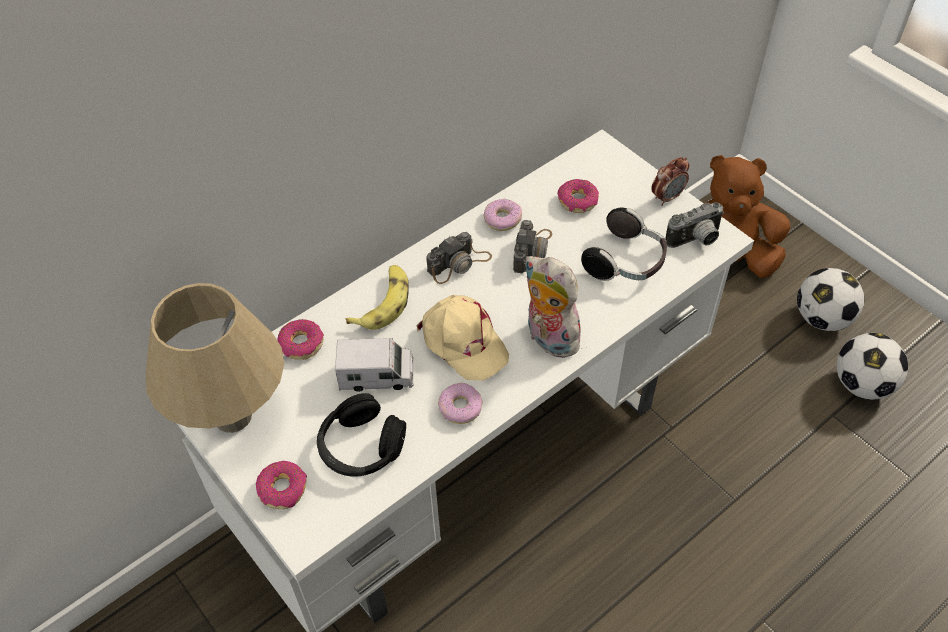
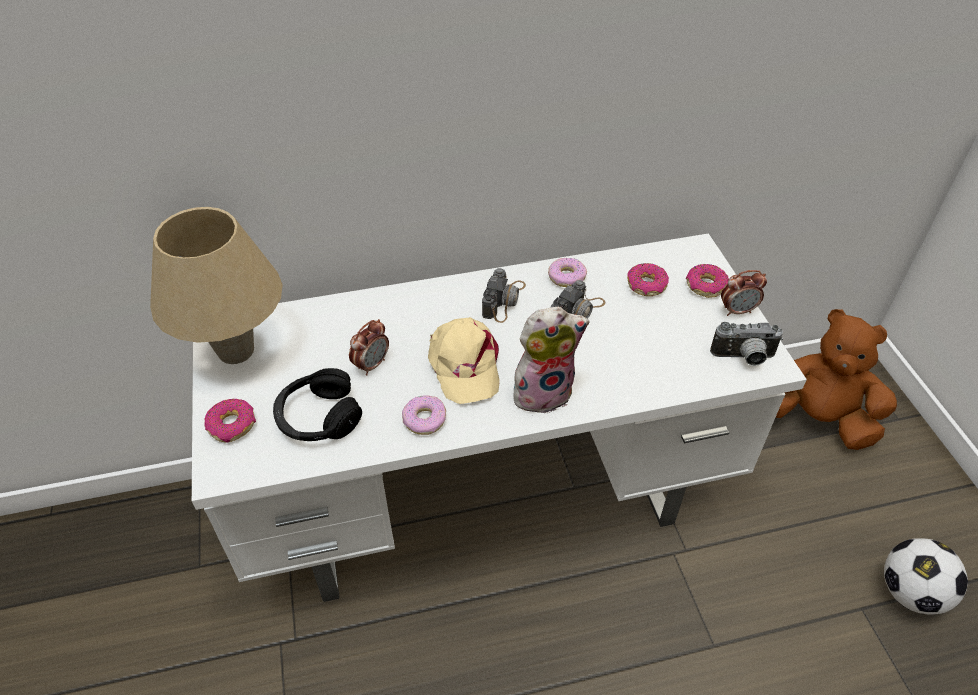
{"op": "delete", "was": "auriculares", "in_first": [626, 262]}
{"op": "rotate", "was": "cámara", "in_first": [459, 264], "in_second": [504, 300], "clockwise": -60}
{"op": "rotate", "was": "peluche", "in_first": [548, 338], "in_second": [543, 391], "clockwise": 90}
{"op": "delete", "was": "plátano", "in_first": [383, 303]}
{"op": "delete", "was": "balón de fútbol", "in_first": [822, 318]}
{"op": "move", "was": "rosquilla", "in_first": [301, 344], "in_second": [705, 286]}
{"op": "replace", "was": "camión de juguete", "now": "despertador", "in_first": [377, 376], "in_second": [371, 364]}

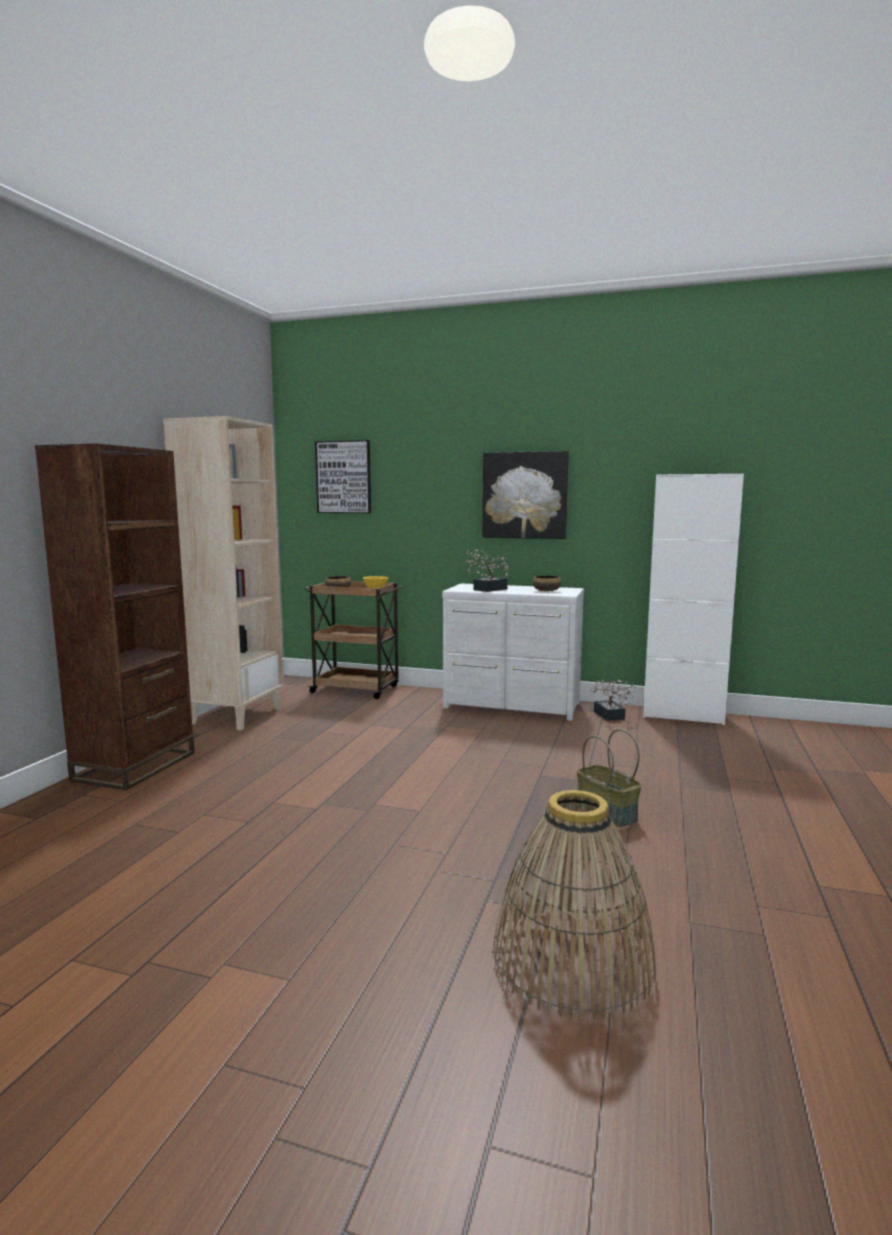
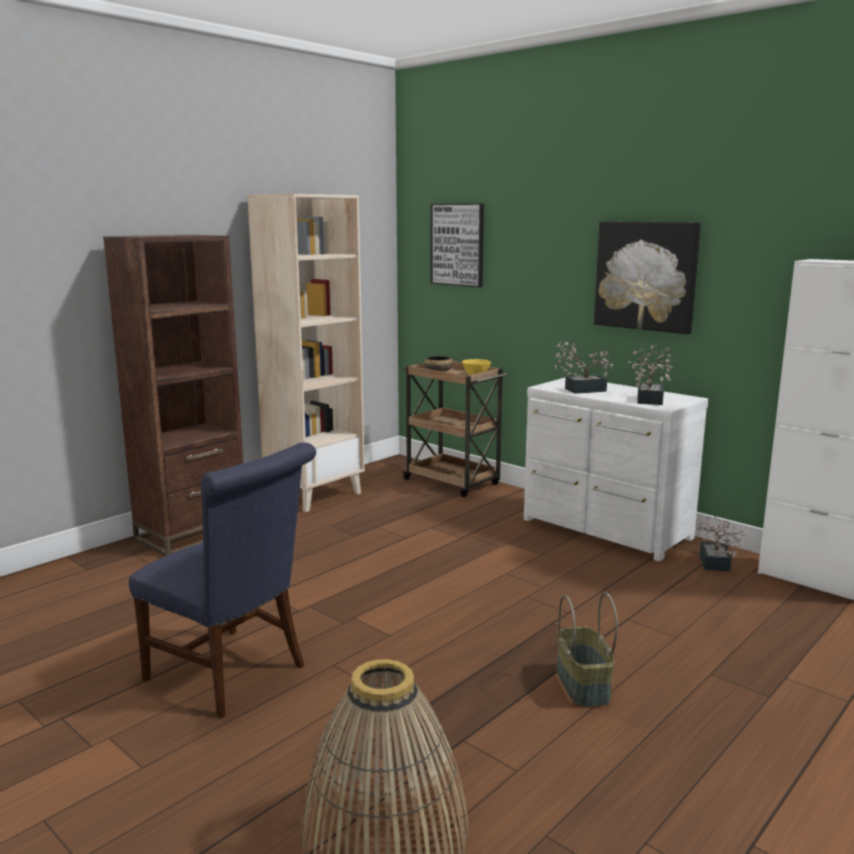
{"op": "replace", "was": "cuenco", "now": "planta en maceta", "in_first": [547, 591], "in_second": [650, 399]}
{"op": "insert", "now": "silla (azul)", "in_second": [233, 674]}

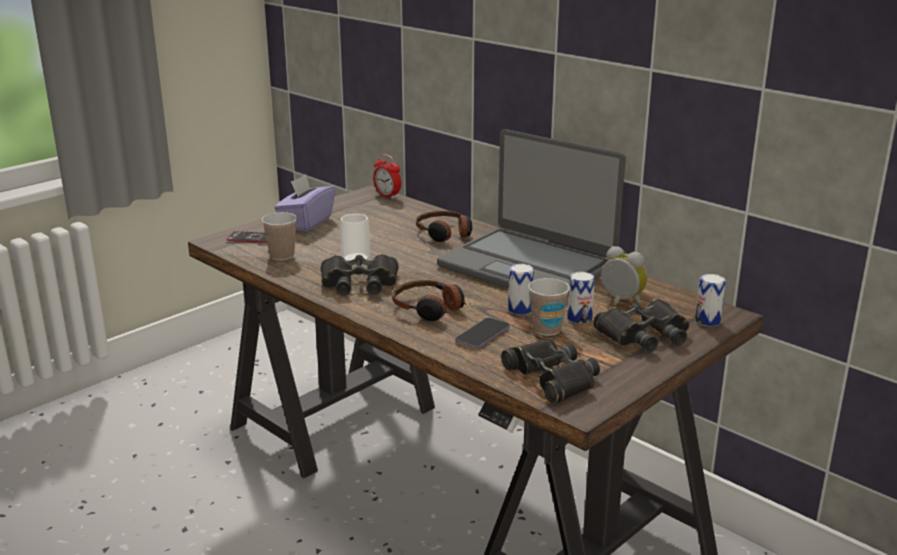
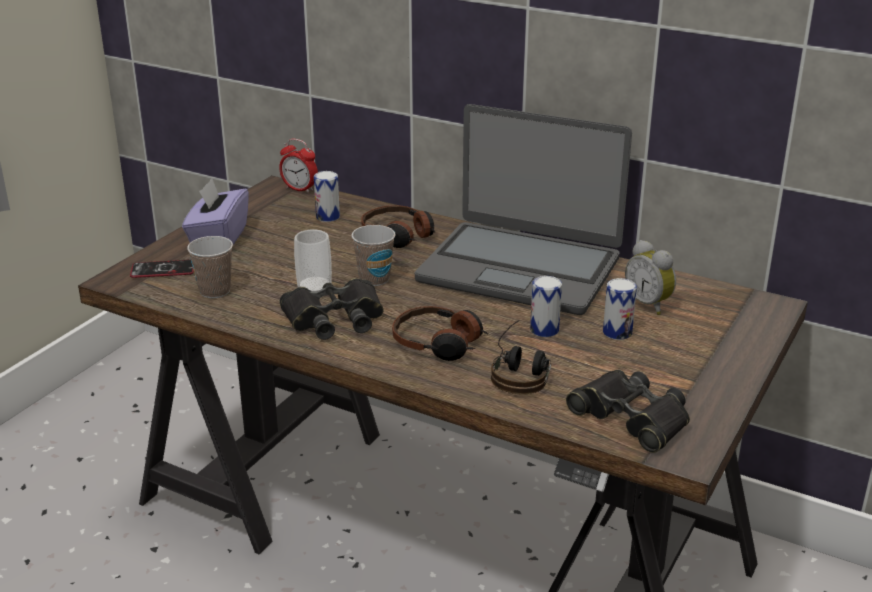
{"op": "rotate", "was": "despertador", "in_first": [620, 302], "in_second": [649, 304], "clockwise": -150}
{"op": "move", "was": "lata", "in_first": [707, 321], "in_second": [327, 216]}
{"op": "move", "was": "taza", "in_first": [546, 329], "in_second": [374, 279]}
{"op": "delete", "was": "prismáticos (negro)", "in_first": [644, 335]}
{"op": "replace", "was": "móvil", "now": "auriculares", "in_first": [482, 335], "in_second": [521, 371]}

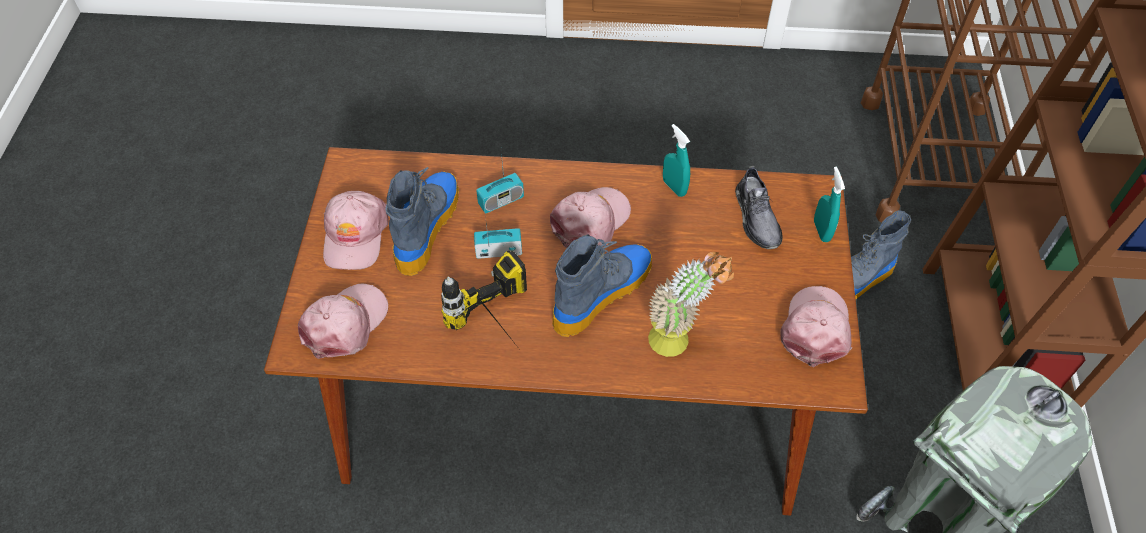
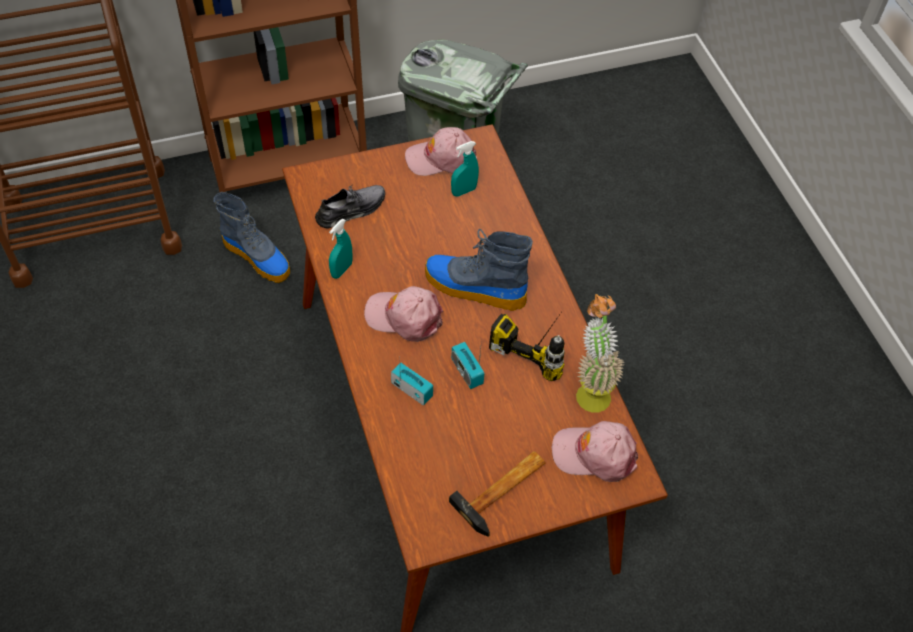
{"op": "delete", "was": "bota", "in_first": [426, 226]}
{"op": "move", "was": "pulverizador (turquesa)", "in_first": [821, 231], "in_second": [463, 191]}
{"op": "replace", "was": "gorra (rosa)", "now": "martillo", "in_first": [355, 235], "in_second": [504, 491]}
{"op": "move", "was": "planta en maceta", "in_first": [679, 340], "in_second": [590, 389]}

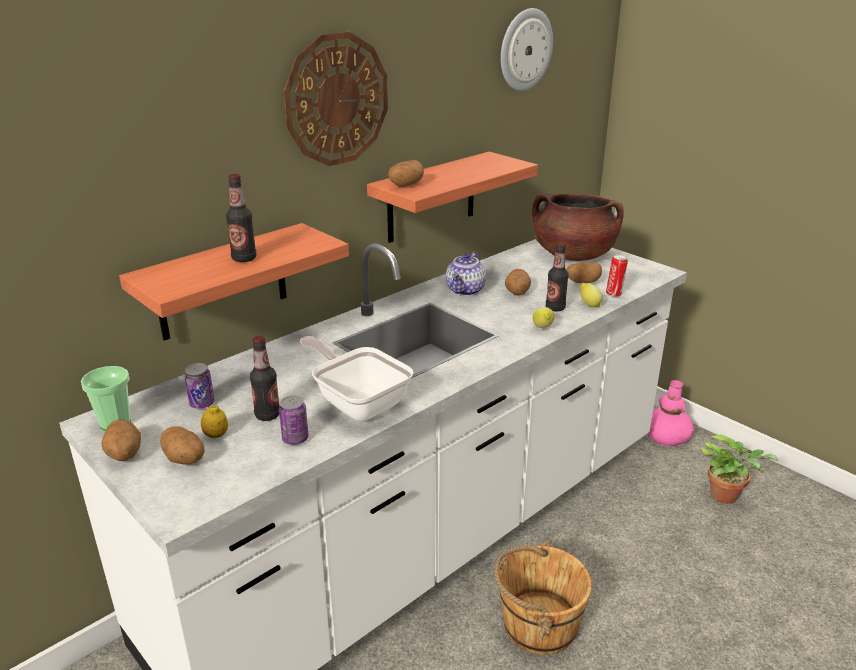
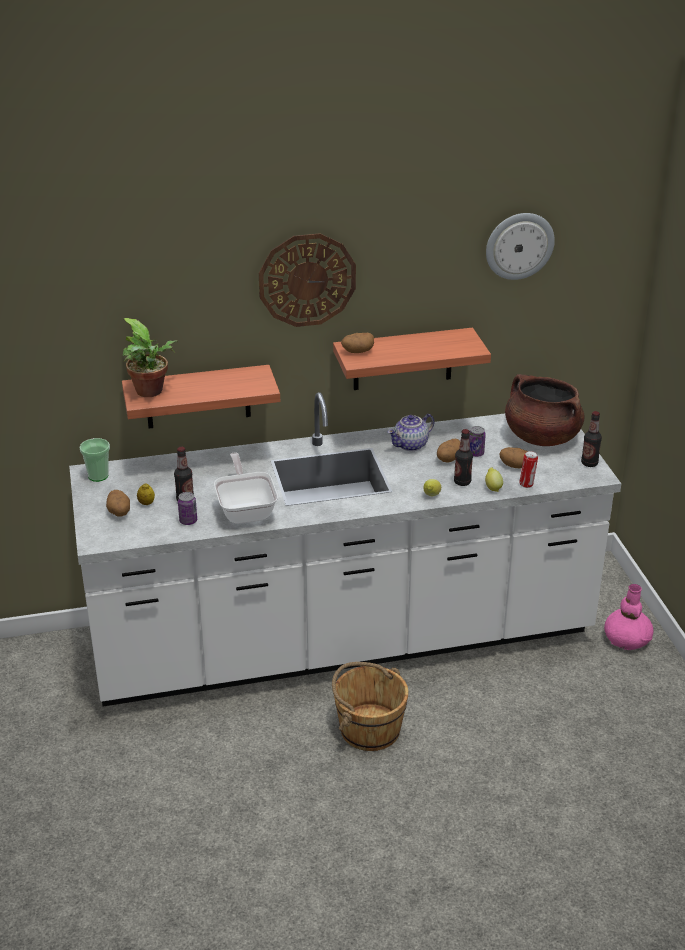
{"op": "move", "was": "botella", "in_first": [244, 258], "in_second": [589, 463]}
{"op": "move", "was": "lata", "in_first": [202, 403], "in_second": [475, 453]}
{"op": "delete", "was": "patata", "in_first": [124, 455]}
{"op": "move", "was": "planta en maceta", "in_first": [727, 496], "in_second": [151, 392]}

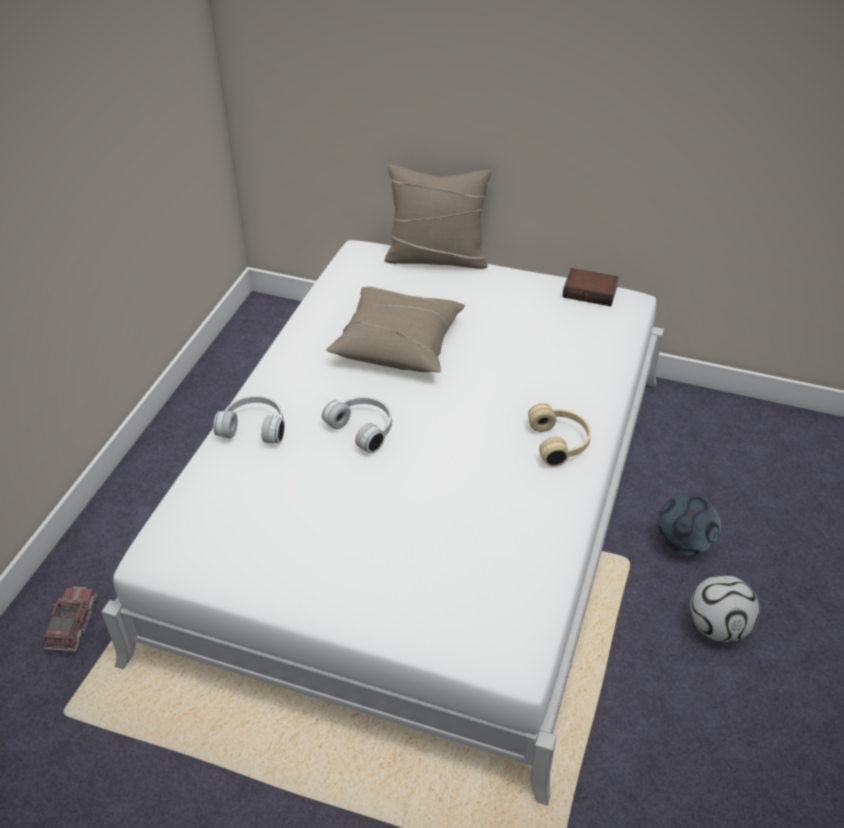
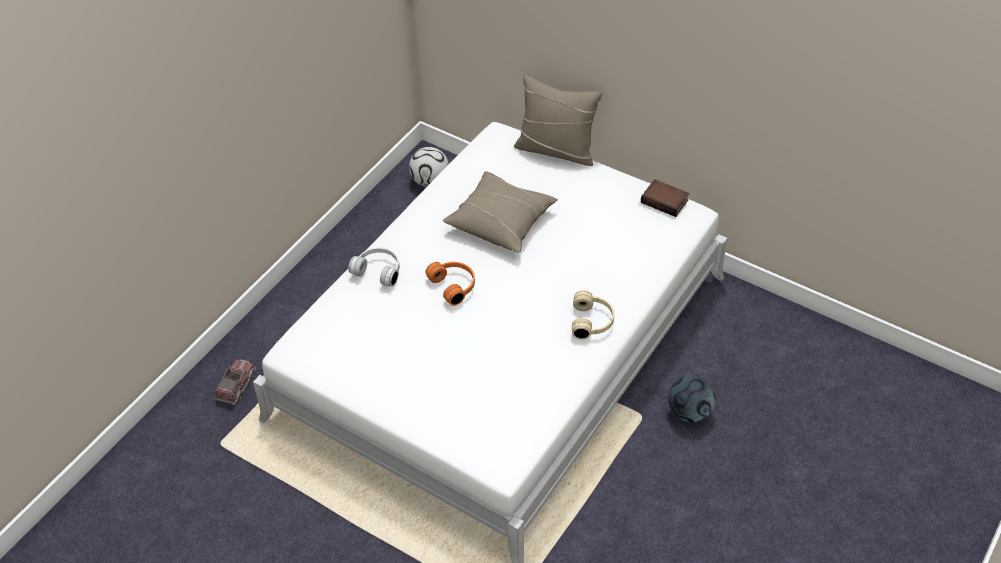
{"op": "recolor", "was": "auriculares (blanco)", "now": "auriculares (naranja)", "in_first": [364, 428], "in_second": [454, 285]}
{"op": "move", "was": "balón de fútbol", "in_first": [717, 627], "in_second": [430, 181]}

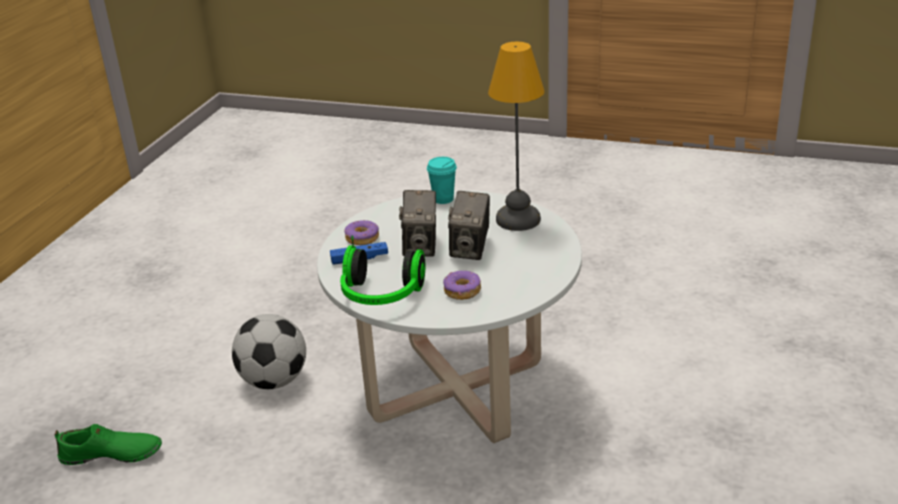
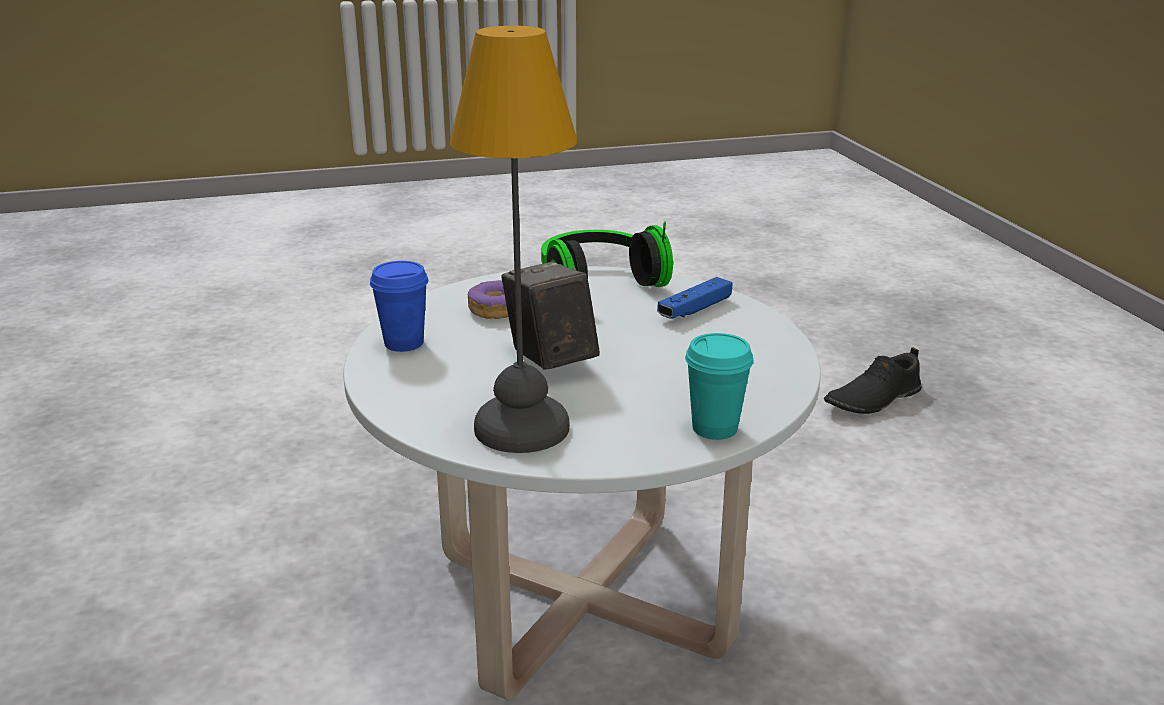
{"op": "delete", "was": "cámara", "in_first": [420, 247]}
{"op": "delete", "was": "rosquilla", "in_first": [362, 238]}
{"op": "delete", "was": "balón de fútbol", "in_first": [274, 381]}
{"op": "recolor", "was": "zapato (verde)", "now": "zapato (negro)", "in_first": [112, 455], "in_second": [872, 399]}
{"op": "insert", "now": "taza (azul)", "in_second": [404, 343]}

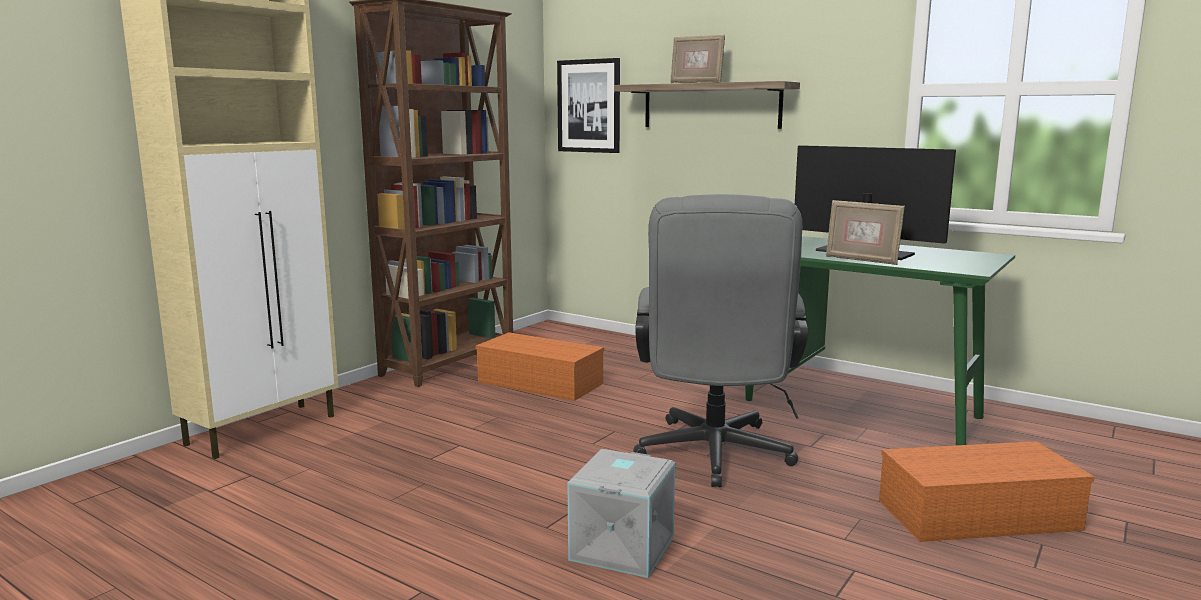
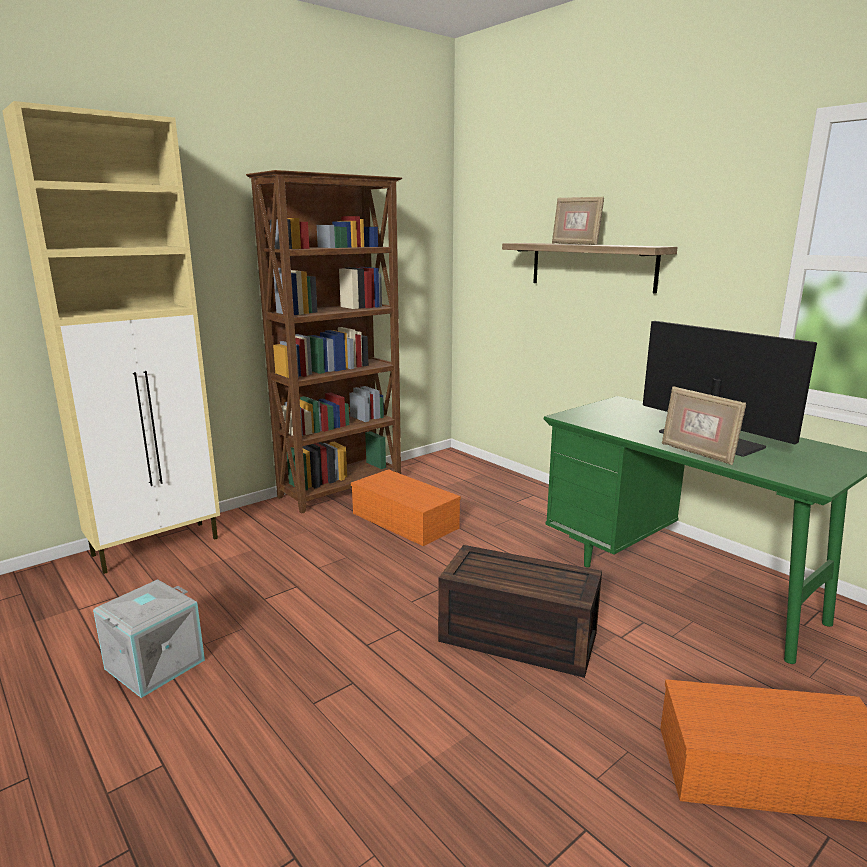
{"op": "delete", "was": "cuadro", "in_first": [589, 106]}
{"op": "replace", "was": "silla de oficina (gris)", "now": "caja de almacenaje (marrón)", "in_first": [713, 458], "in_second": [515, 638]}
{"op": "move", "was": "caja de almacenaje (gris)", "in_first": [620, 547], "in_second": [154, 663]}

